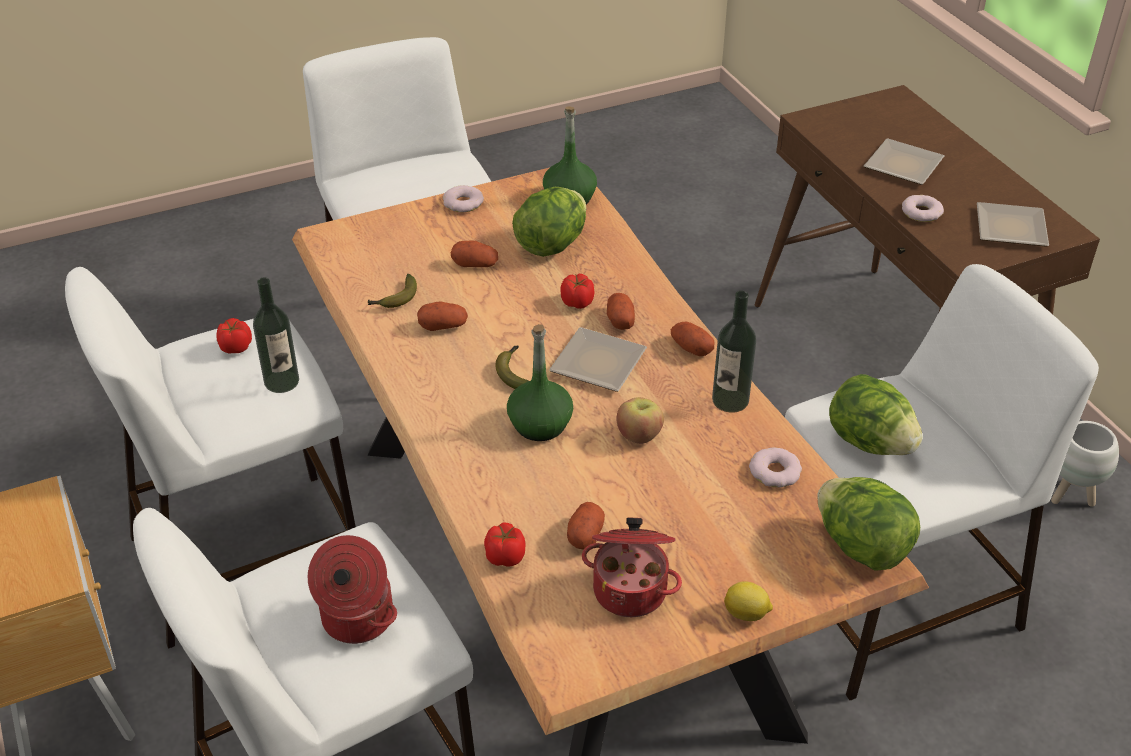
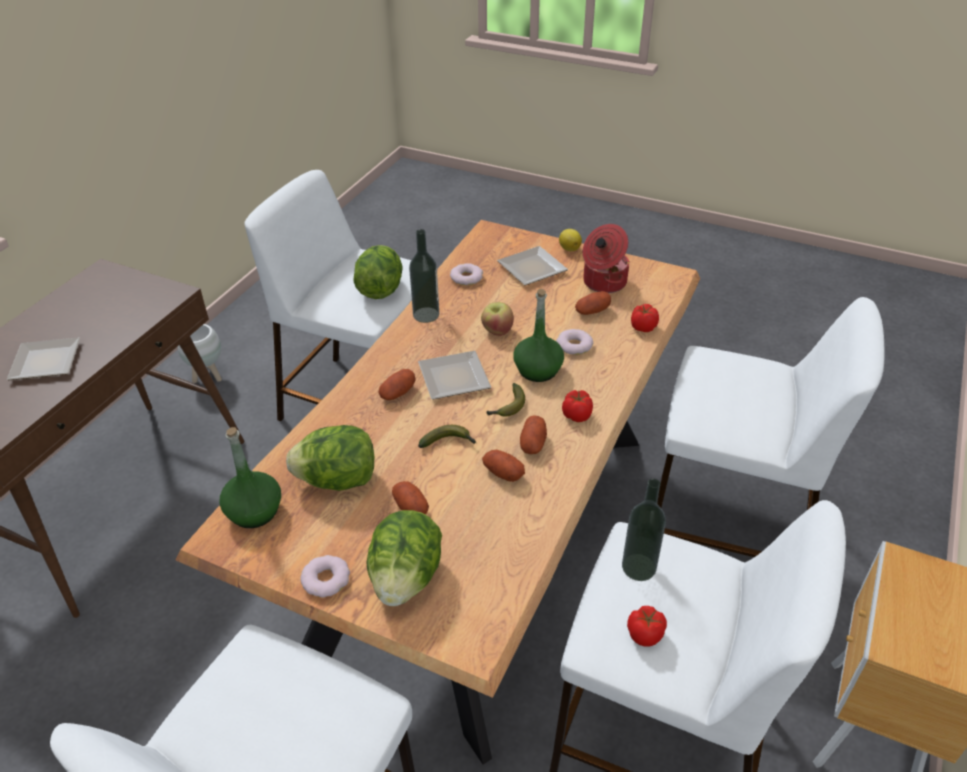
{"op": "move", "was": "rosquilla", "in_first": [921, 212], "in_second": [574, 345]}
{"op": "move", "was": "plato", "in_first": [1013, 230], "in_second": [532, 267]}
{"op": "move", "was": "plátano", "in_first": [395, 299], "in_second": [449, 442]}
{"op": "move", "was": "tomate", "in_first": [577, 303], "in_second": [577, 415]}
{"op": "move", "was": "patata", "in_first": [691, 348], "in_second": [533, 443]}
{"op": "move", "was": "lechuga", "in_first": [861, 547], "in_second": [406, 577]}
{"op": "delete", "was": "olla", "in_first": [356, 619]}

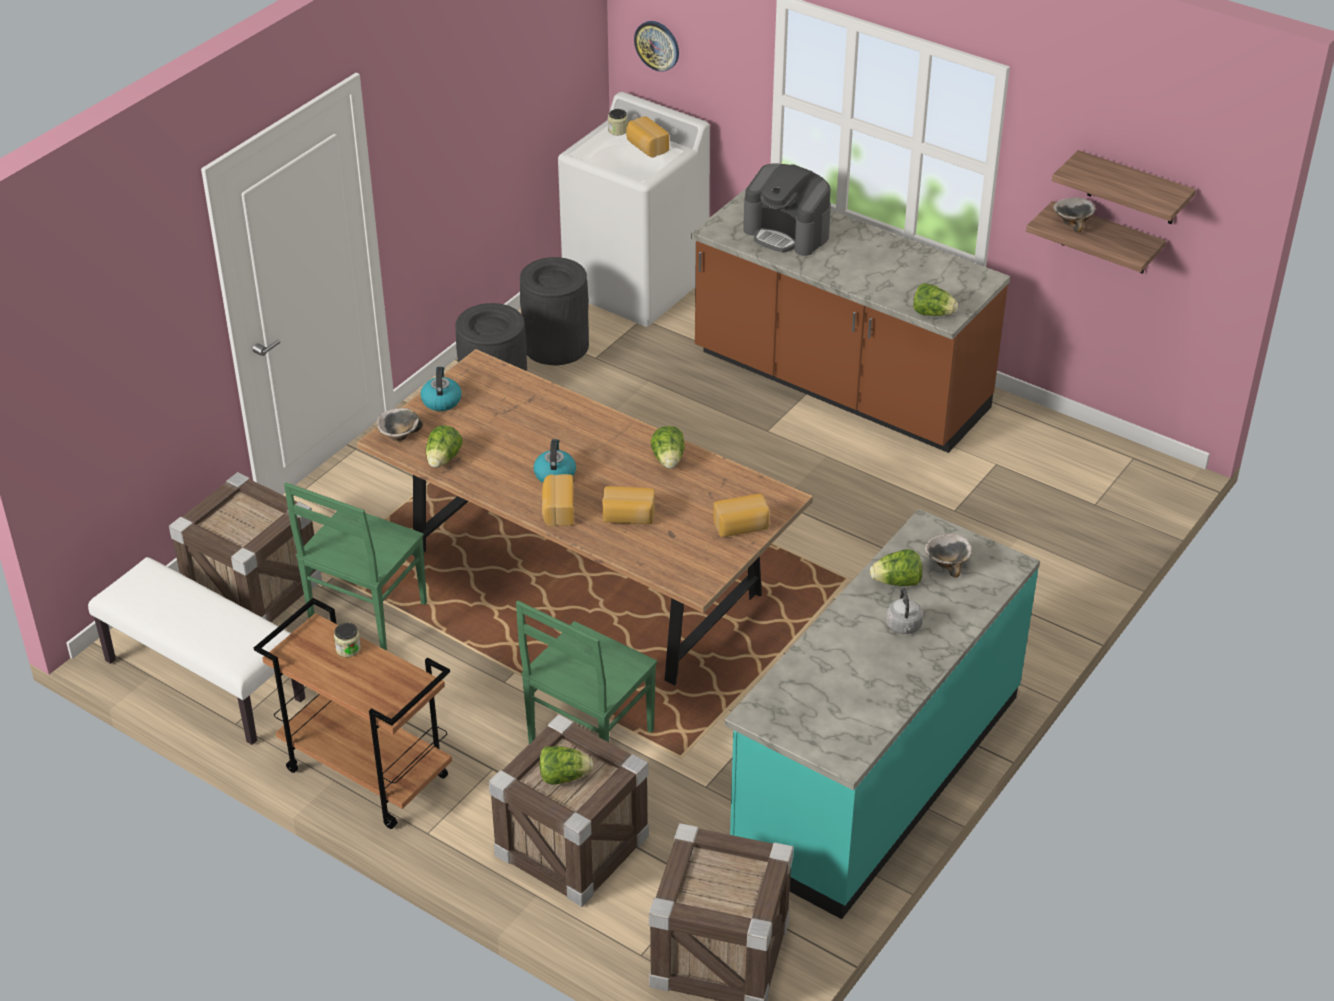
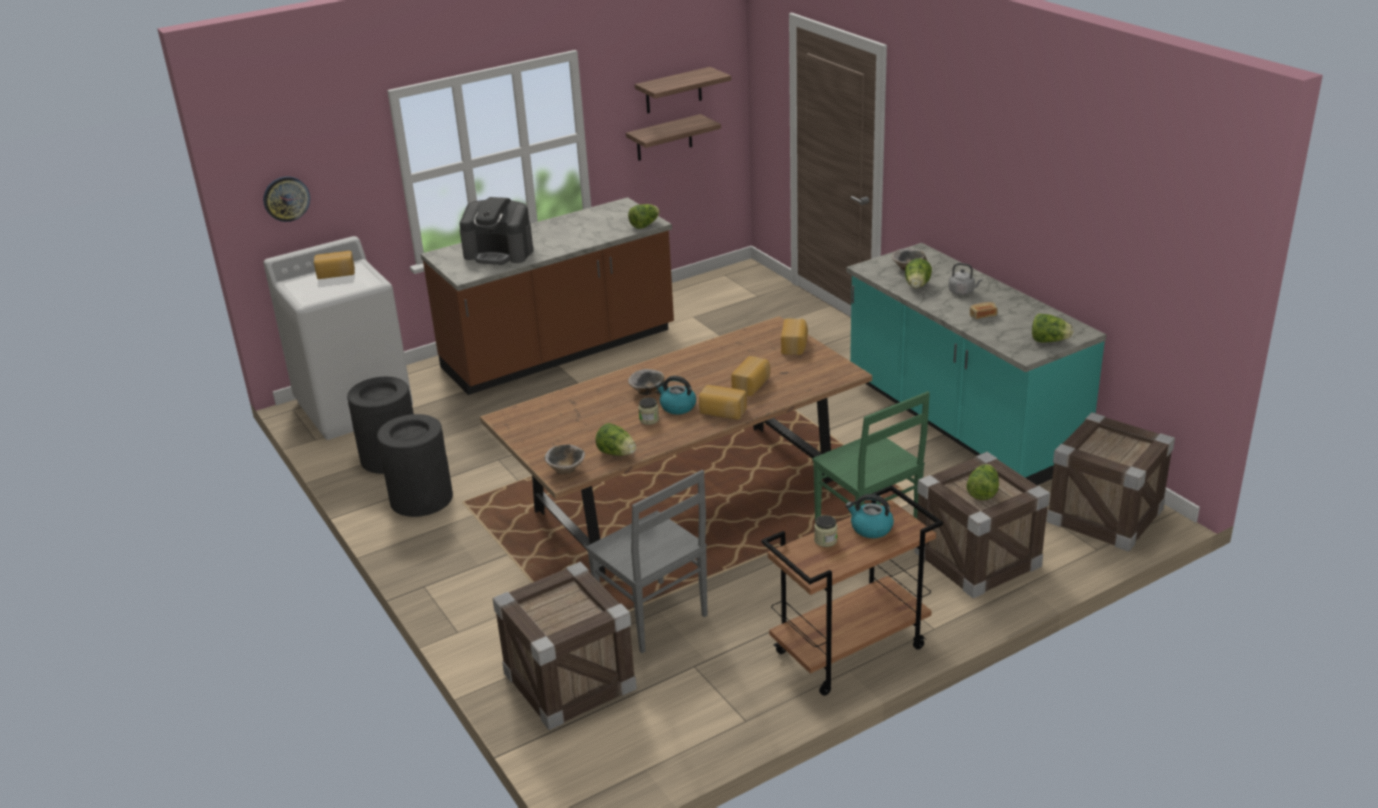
{"op": "move", "was": "tarro", "in_first": [617, 130], "in_second": [649, 419]}
{"op": "rotate", "was": "cafetera", "in_first": [787, 233], "in_second": [499, 253], "clockwise": 45}
{"op": "move", "was": "cuenco", "in_first": [1072, 222], "in_second": [647, 392]}
{"op": "move", "was": "hervidor", "in_first": [441, 400], "in_second": [870, 528]}
{"op": "move", "was": "lechuga", "in_first": [668, 460], "in_second": [1049, 341]}
{"op": "recolor", "was": "silla (verde)", "now": "silla (gris)", "in_first": [366, 616], "in_second": [653, 618]}
{"op": "delete", "was": "banco (blanco)", "in_first": [203, 681]}
{"op": "insert", "now": "pan", "in_second": [982, 315]}

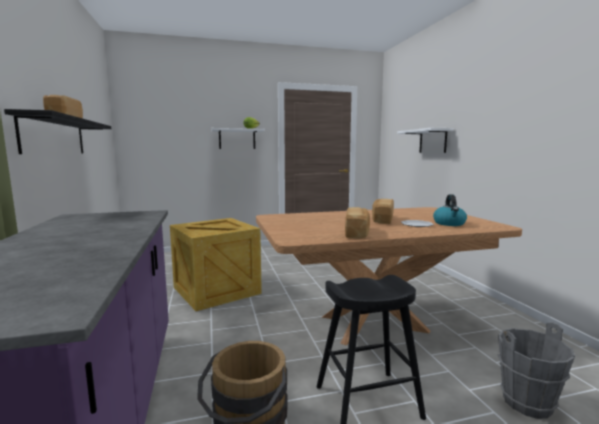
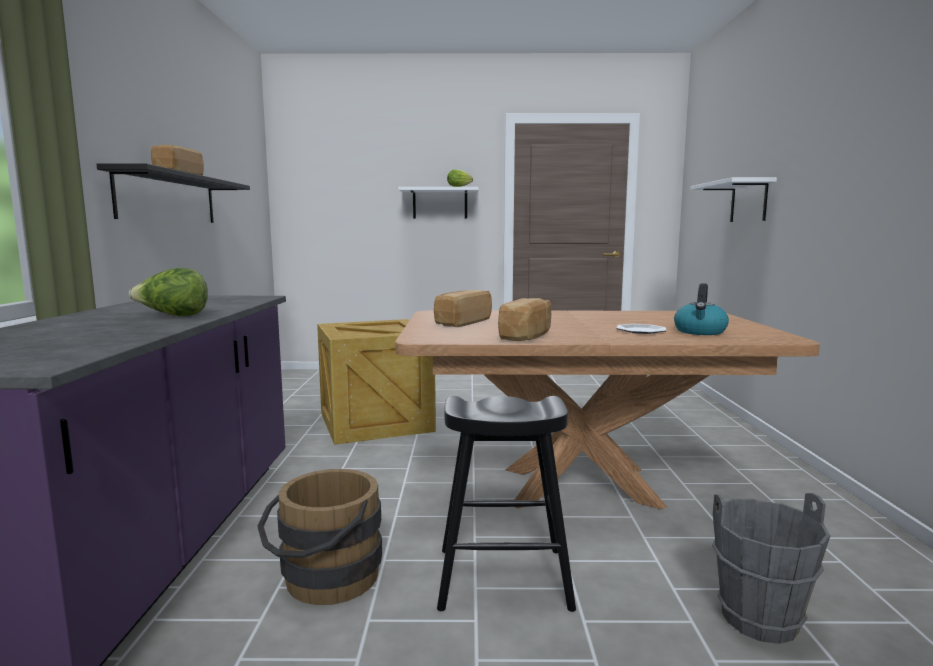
{"op": "move", "was": "pan", "in_first": [382, 220], "in_second": [461, 322]}
{"op": "insert", "now": "lechuga", "in_second": [174, 316]}

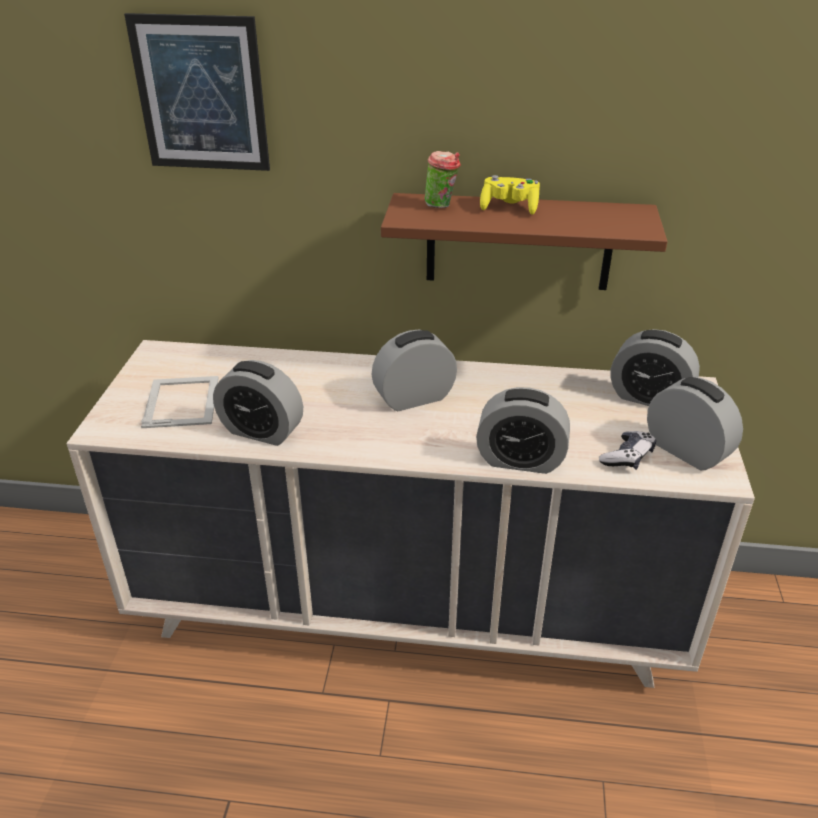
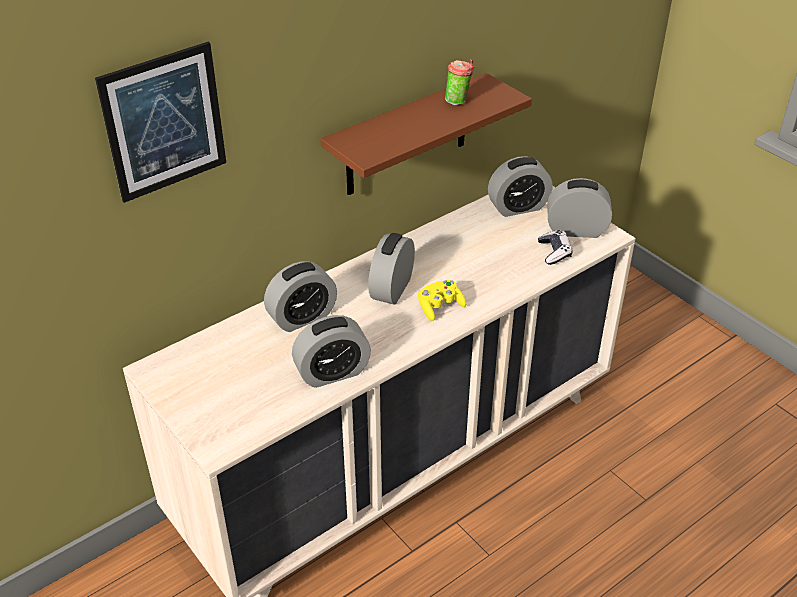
{"op": "move", "was": "taza", "in_first": [442, 206], "in_second": [458, 101]}
{"op": "move", "was": "mando de consola (amarillo)", "in_first": [509, 208], "in_second": [440, 307]}
{"op": "delete", "was": "portarretratos", "in_first": [182, 401]}
{"op": "move", "was": "despertador", "in_first": [520, 460], "in_second": [302, 317]}

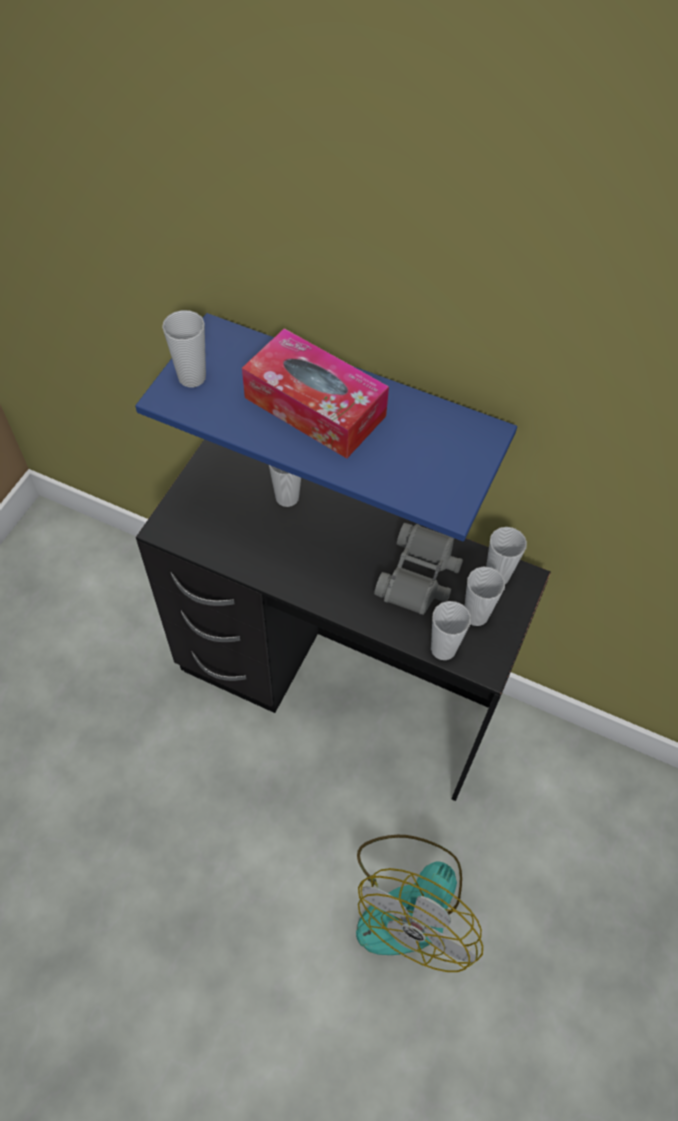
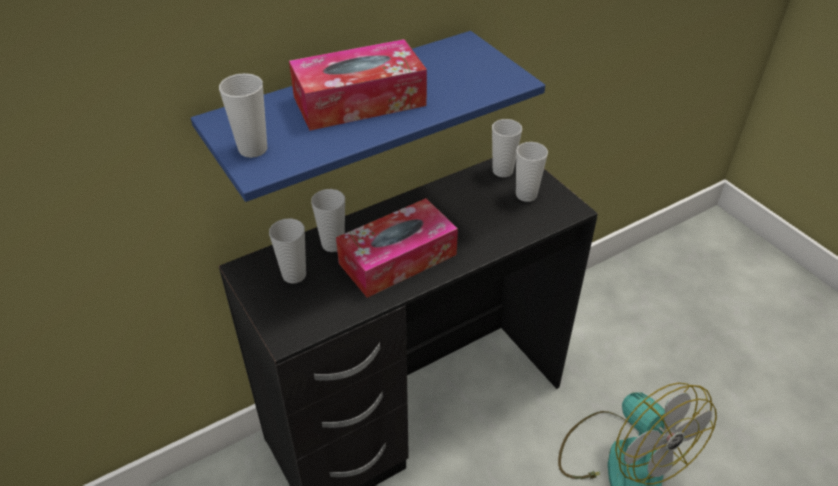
{"op": "delete", "was": "prismáticos (gris)", "in_first": [420, 576]}
{"op": "move", "was": "taza", "in_first": [443, 649], "in_second": [294, 275]}
{"op": "insert", "now": "caja de pañuelos", "in_second": [398, 259]}

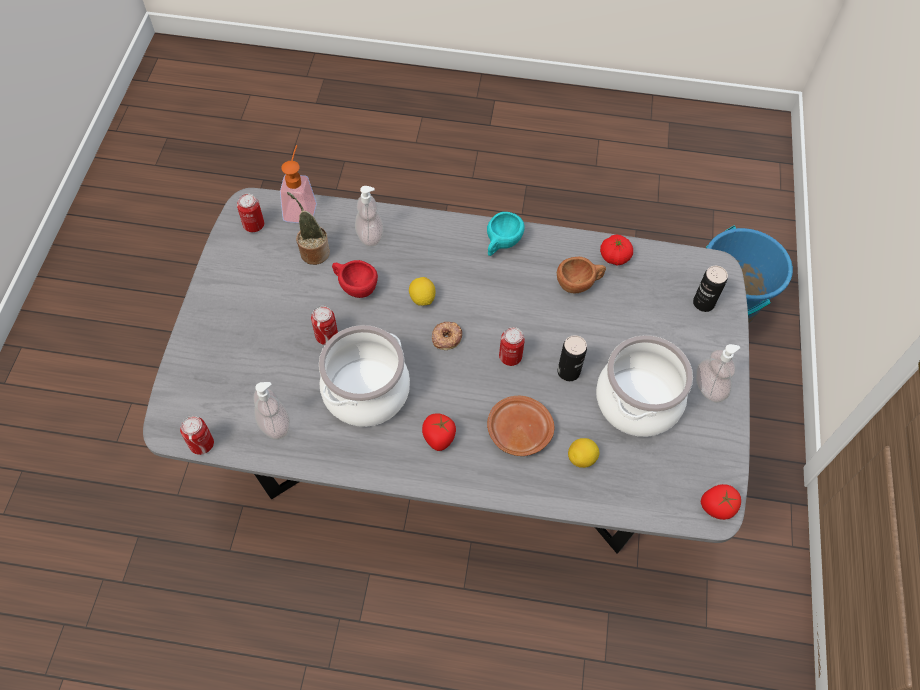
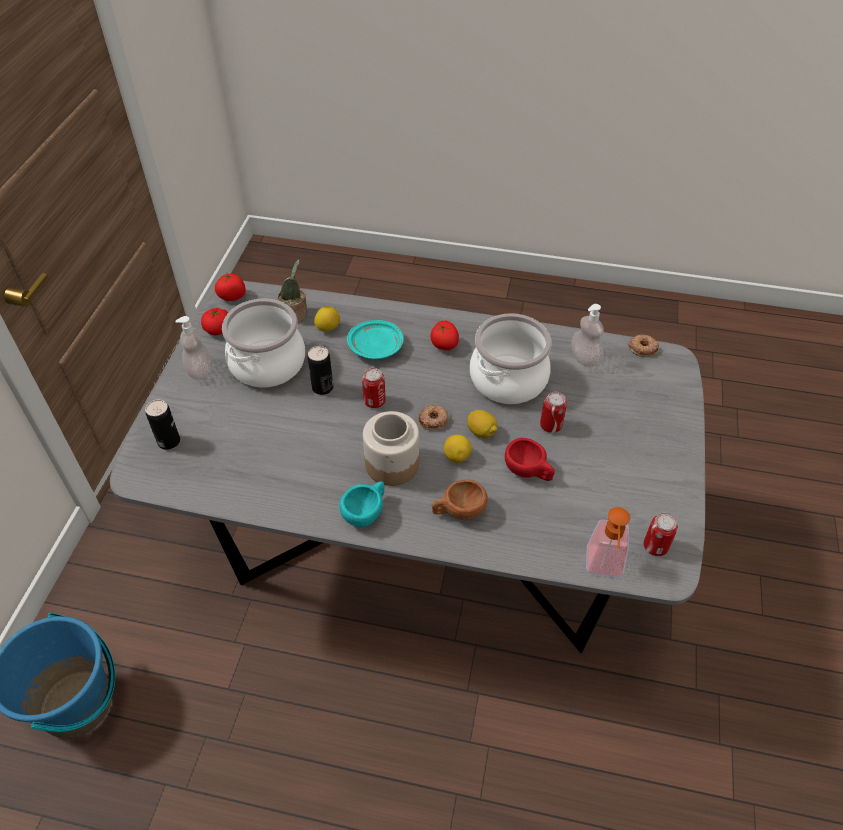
{"op": "delete", "was": "dispensador de jabón", "in_first": [370, 236]}
{"op": "move", "was": "planta en maceta", "in_first": [313, 251], "in_second": [295, 315]}
{"op": "move", "was": "tomate", "in_first": [614, 257], "in_second": [218, 329]}
{"op": "move", "was": "taza (marrón)", "in_first": [579, 284], "in_second": [458, 512]}
{"op": "recolor", "was": "plato (marrón)", "now": "plato (turquesa)", "in_first": [518, 431], "in_second": [376, 347]}
{"op": "replace", "was": "lata", "now": "rosquilla", "in_first": [202, 444], "in_second": [642, 348]}
{"op": "insert", "now": "limón", "in_second": [481, 432]}
{"op": "insert", "now": "tarro", "in_second": [392, 464]}

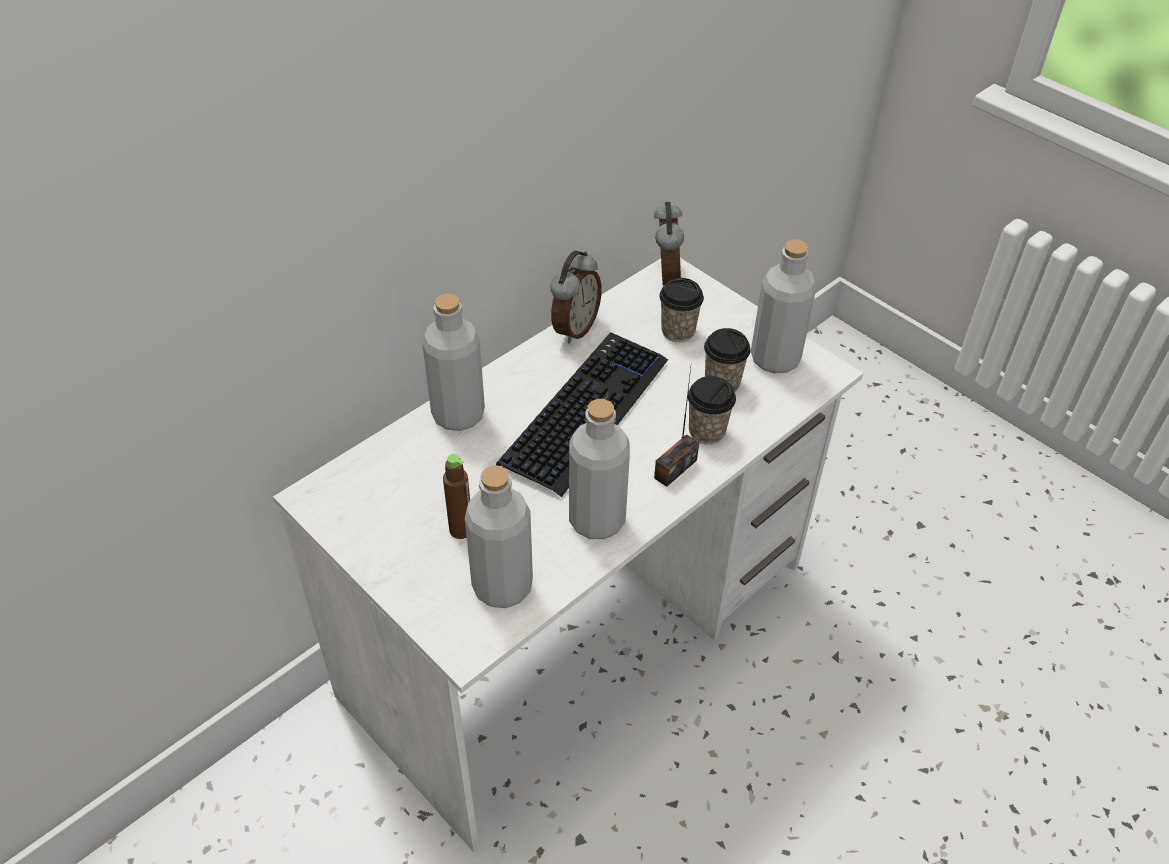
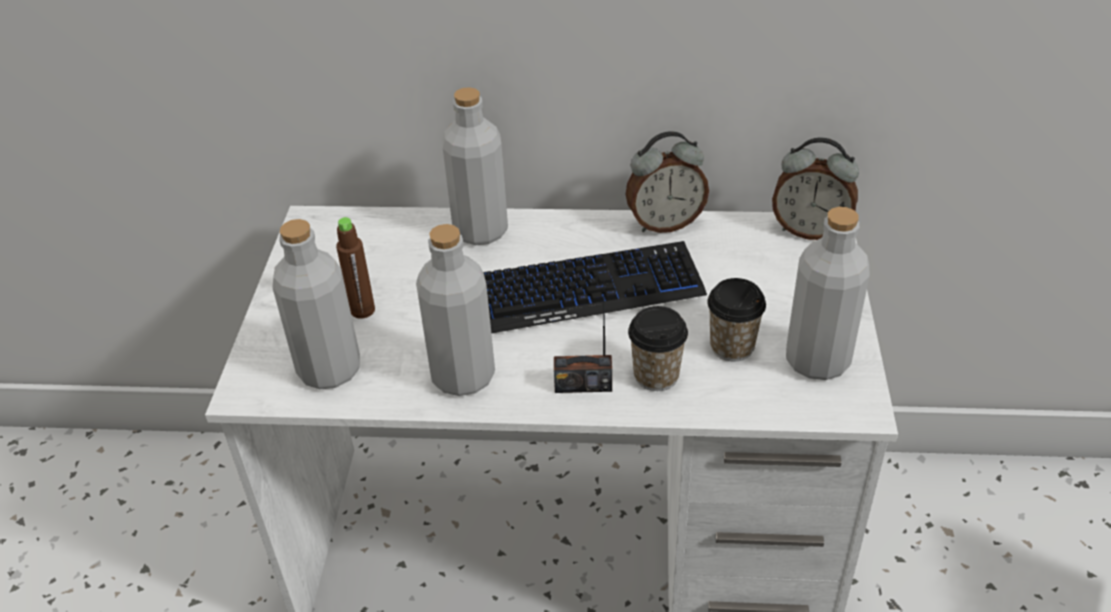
{"op": "rotate", "was": "despertador", "in_first": [665, 278], "in_second": [810, 230], "clockwise": 60}
{"op": "delete", "was": "taza", "in_first": [678, 331]}

